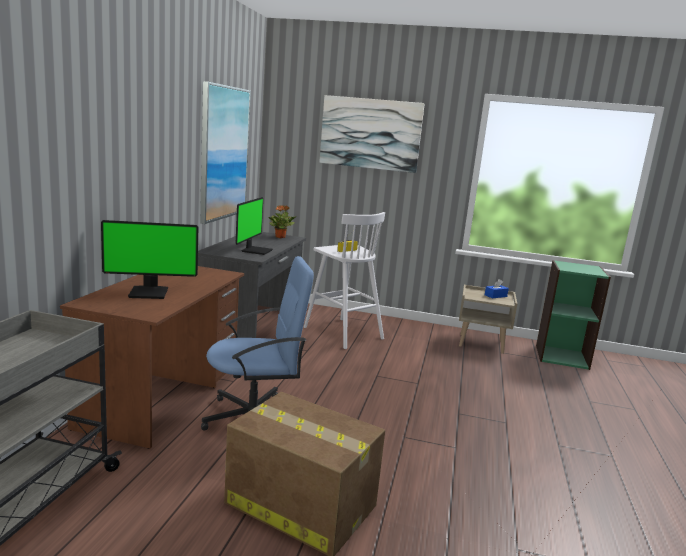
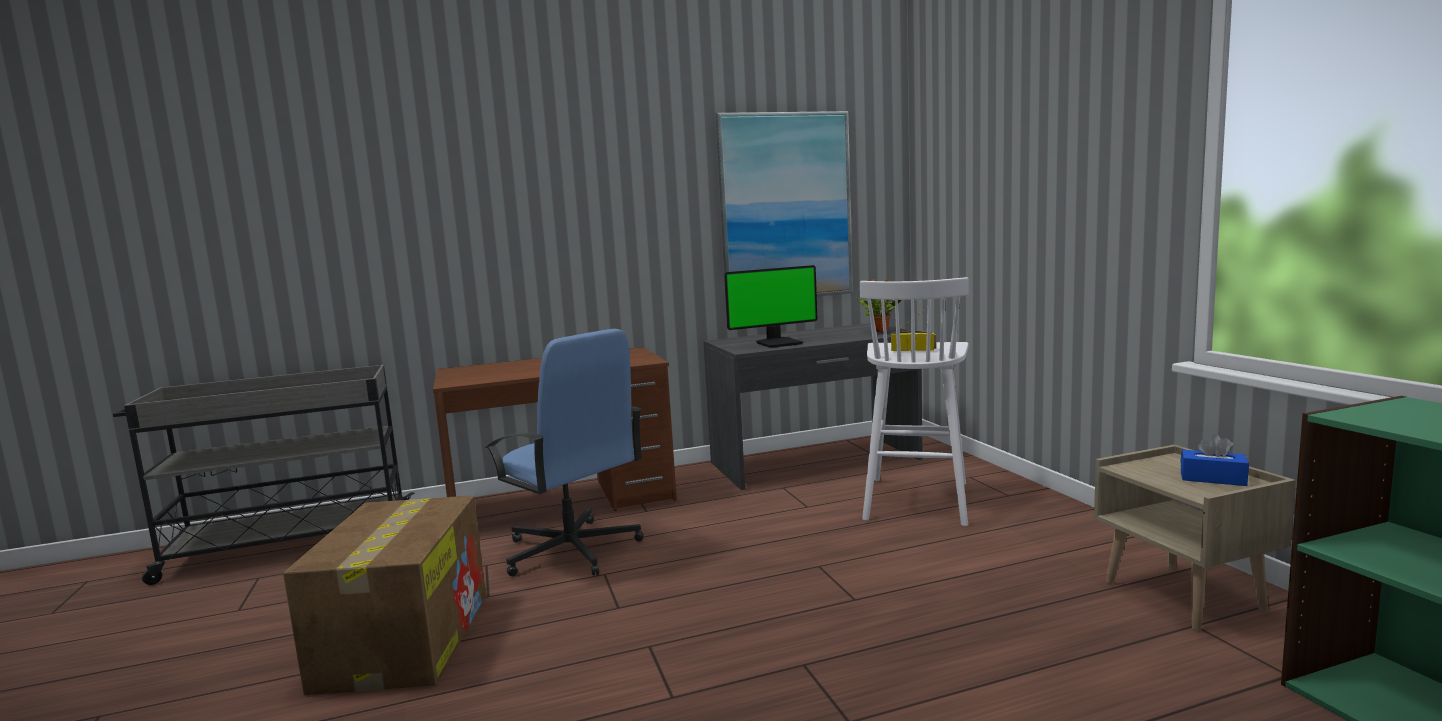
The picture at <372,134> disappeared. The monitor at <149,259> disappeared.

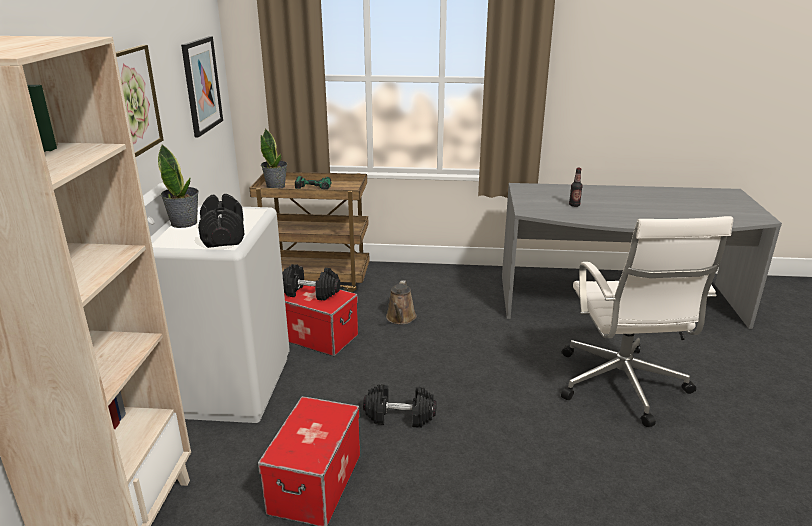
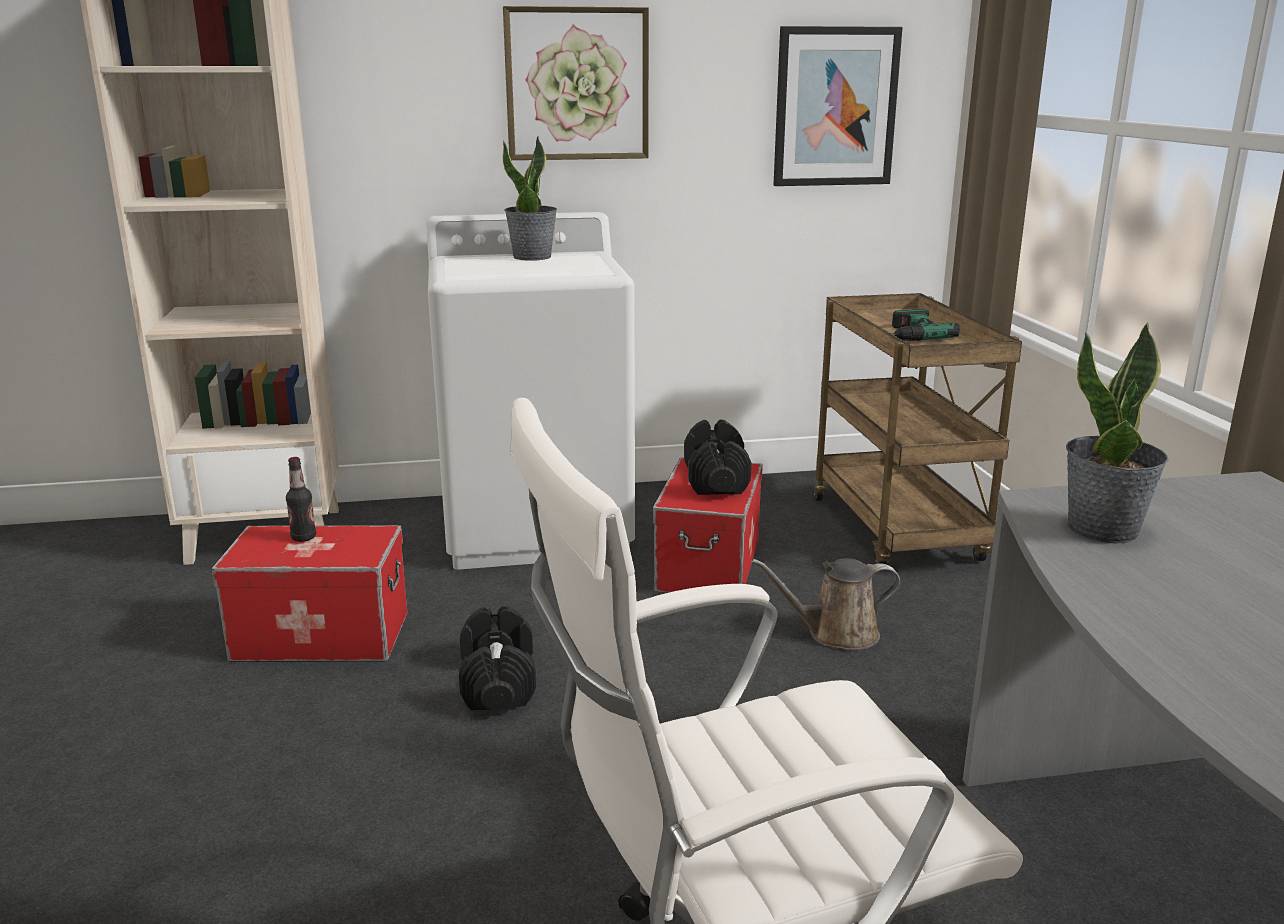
The potted plant moved from <273,158> to <1117,433>. The bottle moved from <576,187> to <301,499>. The black dumbbell at <221,221> disappeared.

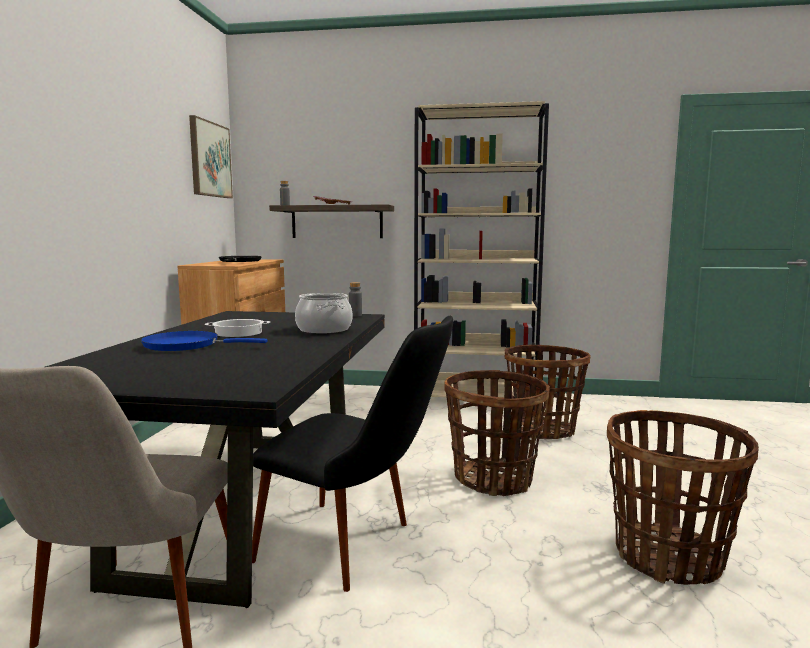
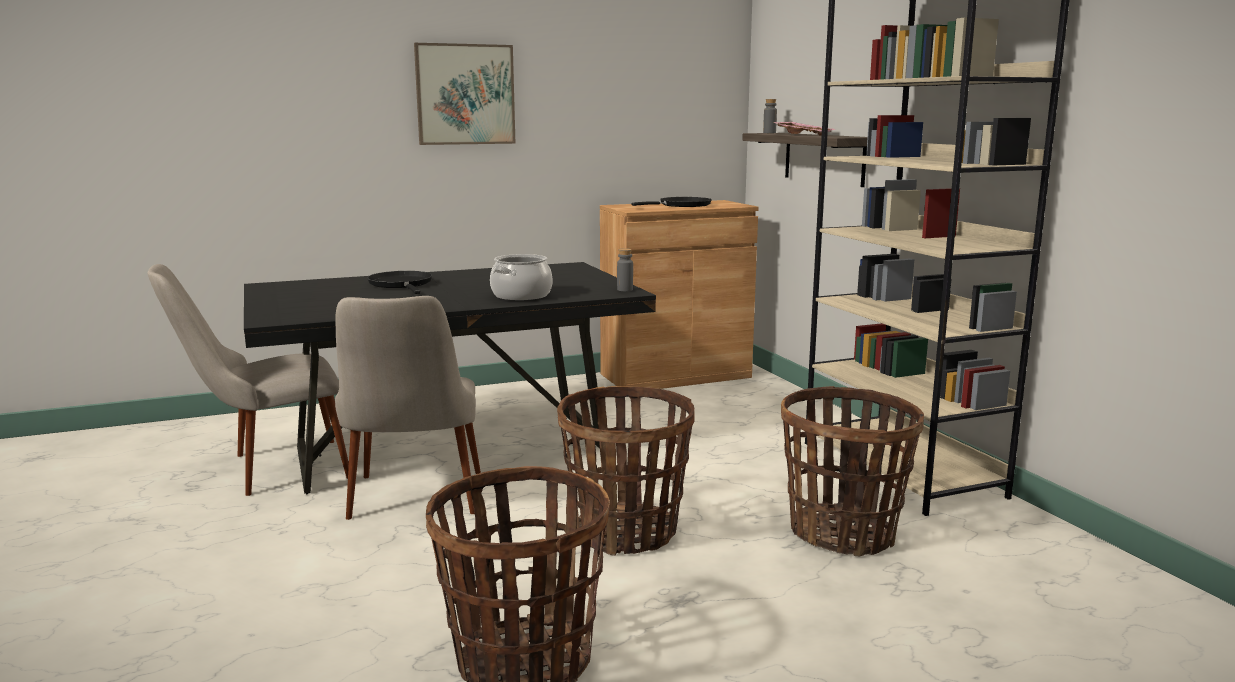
The picture moved from <211,156> to <465,94>. The black chair at <352,454> became the beige chair at <408,408>. The cooking pot at <237,328> disappeared. The blue frying pan at <204,341> became the black frying pan at <399,282>.

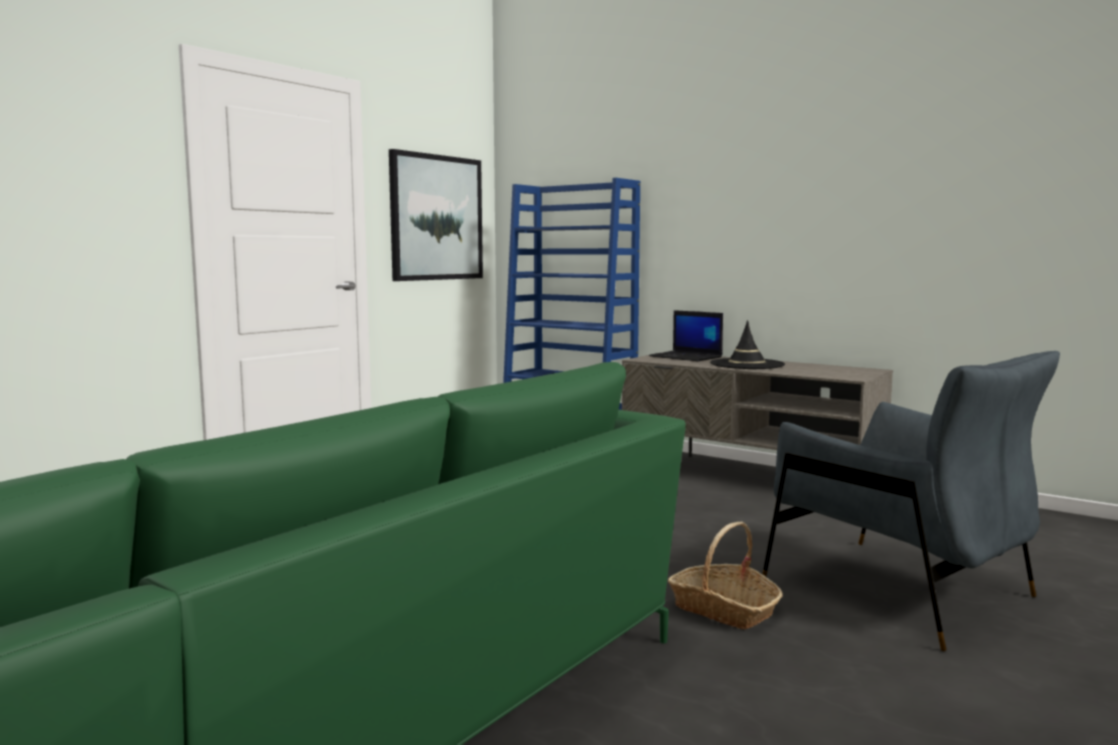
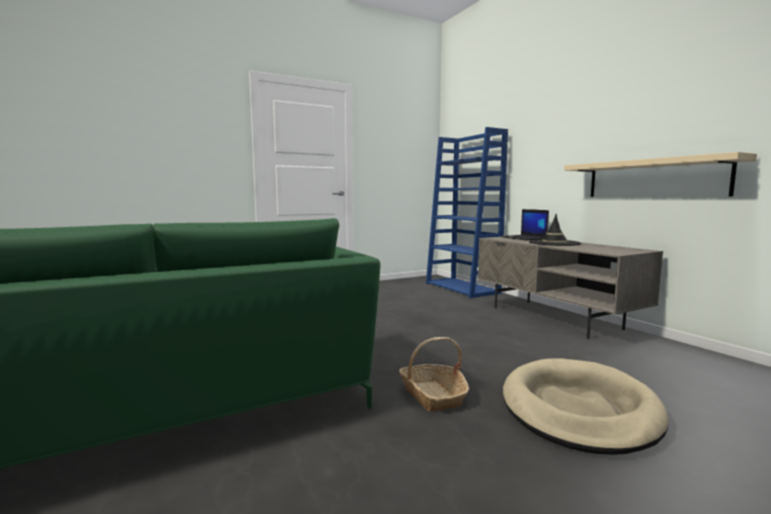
The picture at <436,215> disappeared. The grey armchair at <911,501> was replaced by the beige dog bed at <586,406>. The beige shelf at <660,174> appeared.

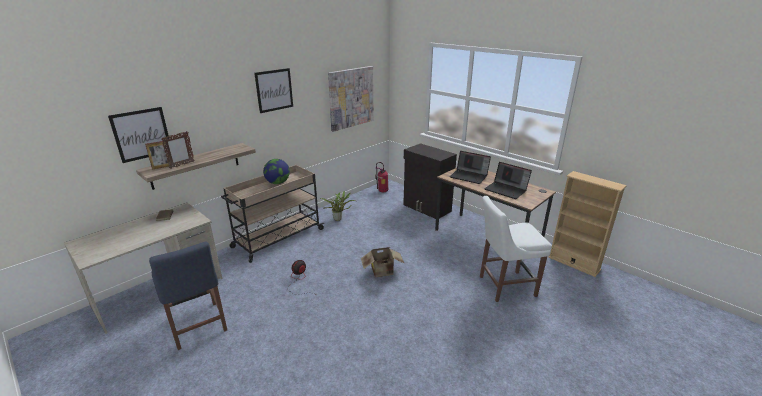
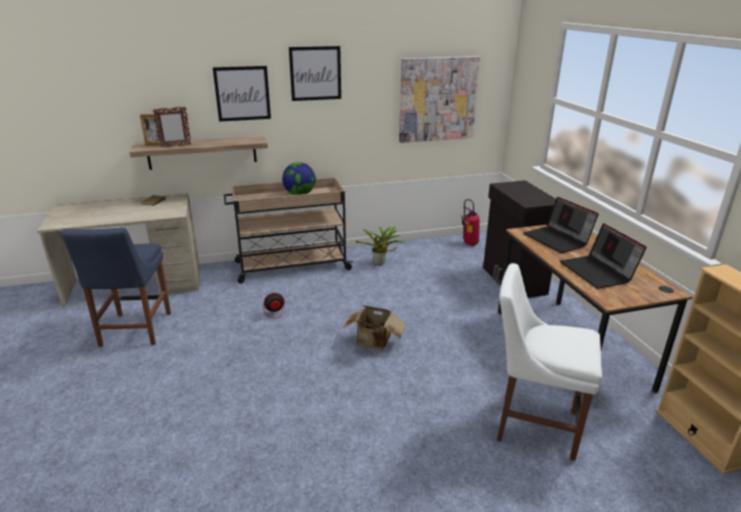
The picture moved from <138,135> to <242,94>.

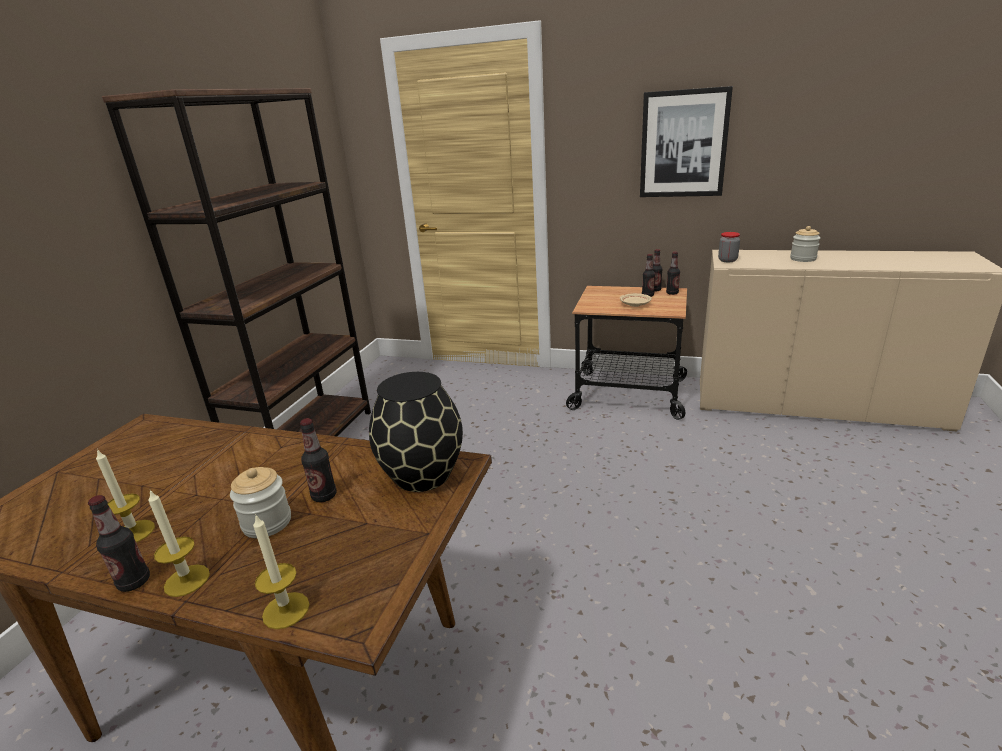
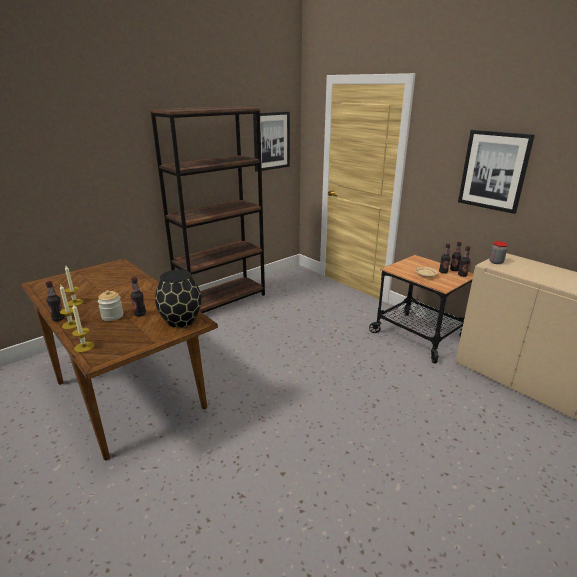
The jar at <805,244> disappeared. The picture at <271,142> appeared.

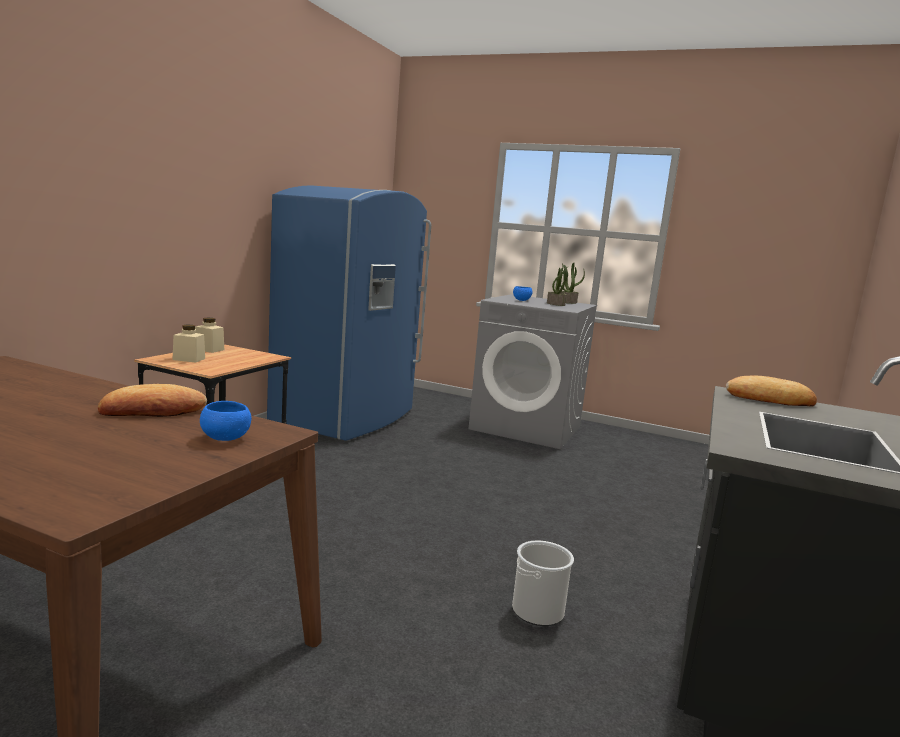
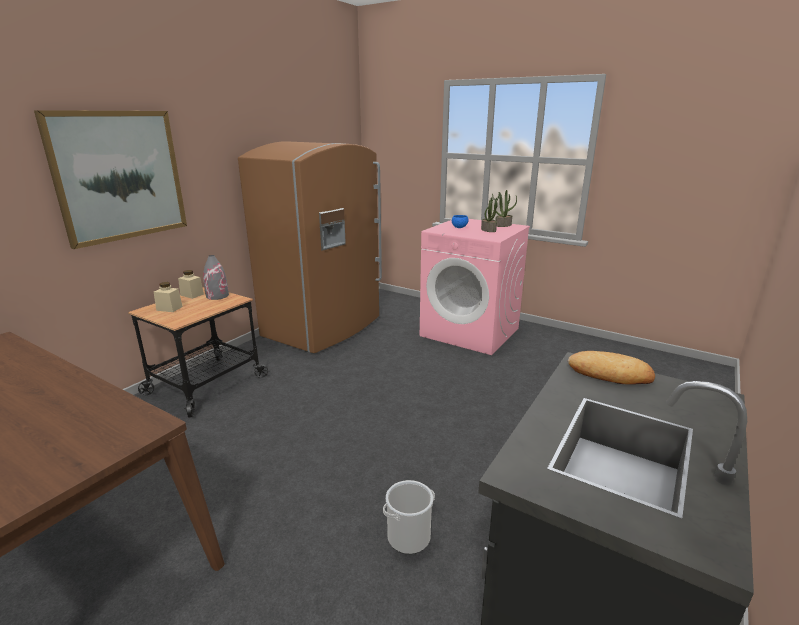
The blue fridge at <349,313> became the brown fridge at <310,247>. The grey washing machine at <533,371> became the pink washing machine at <475,287>. The bread at <152,400> disappeared. The blue bowl at <225,421> disappeared. The picture at <110,179> appeared. The grey vase at <216,277> appeared.

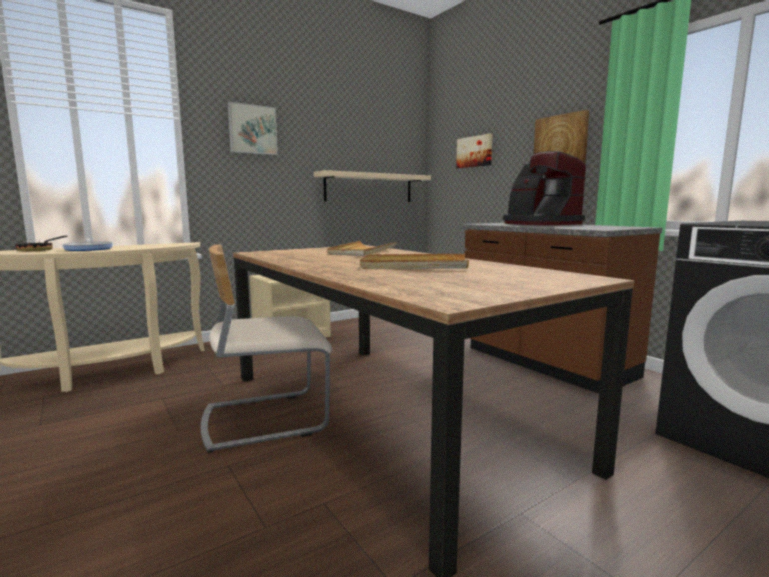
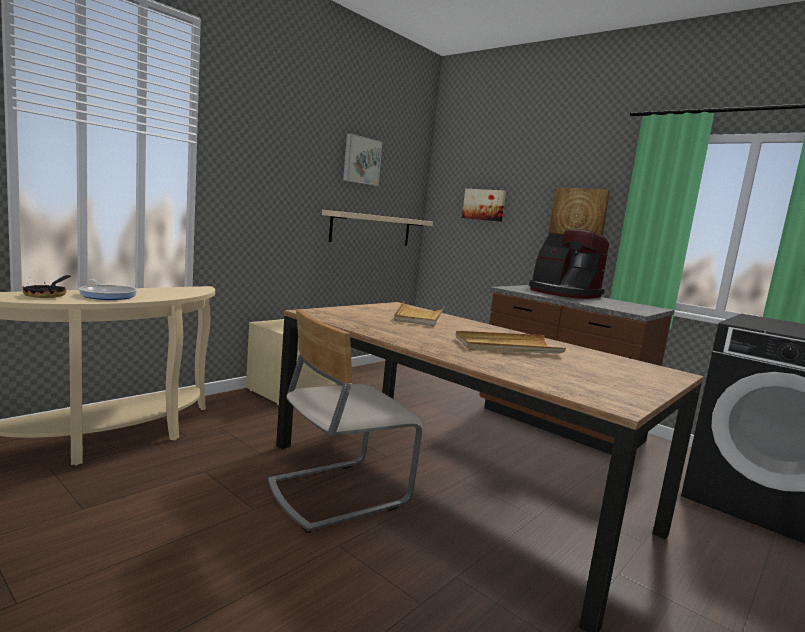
The picture moved from <253,128> to <362,159>.

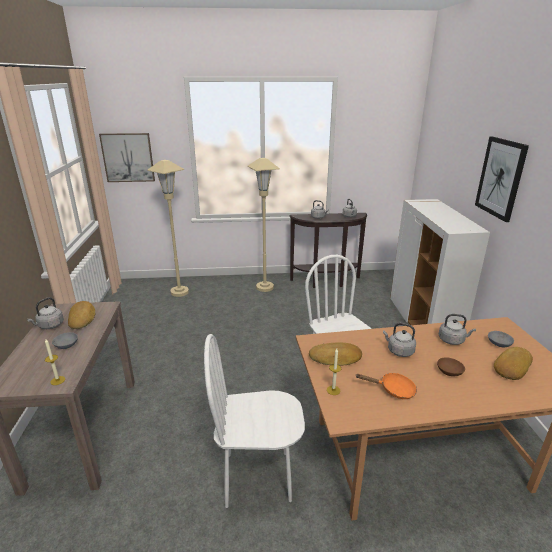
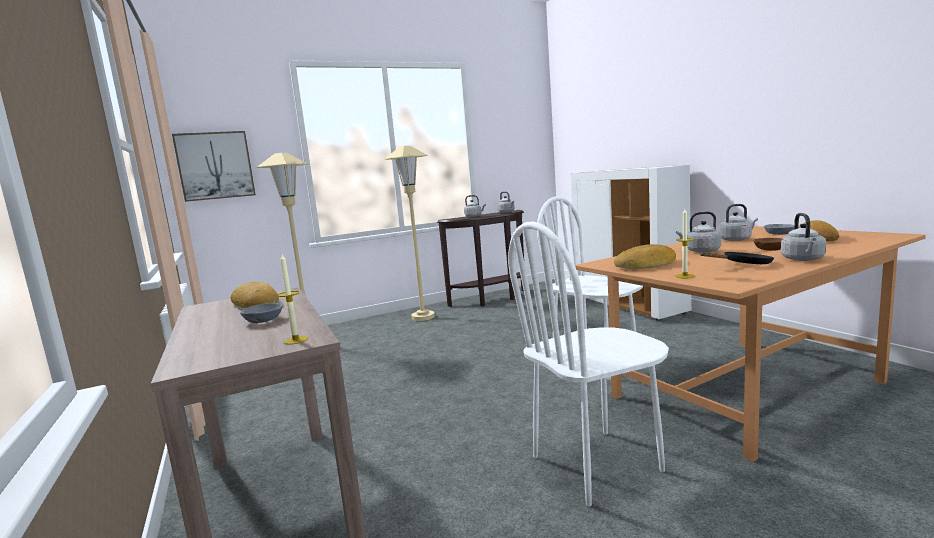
The picture at <502,179> disappeared. The grey kettle moved from <45,313> to <803,237>. The orange frying pan at <386,386> became the black frying pan at <737,258>.

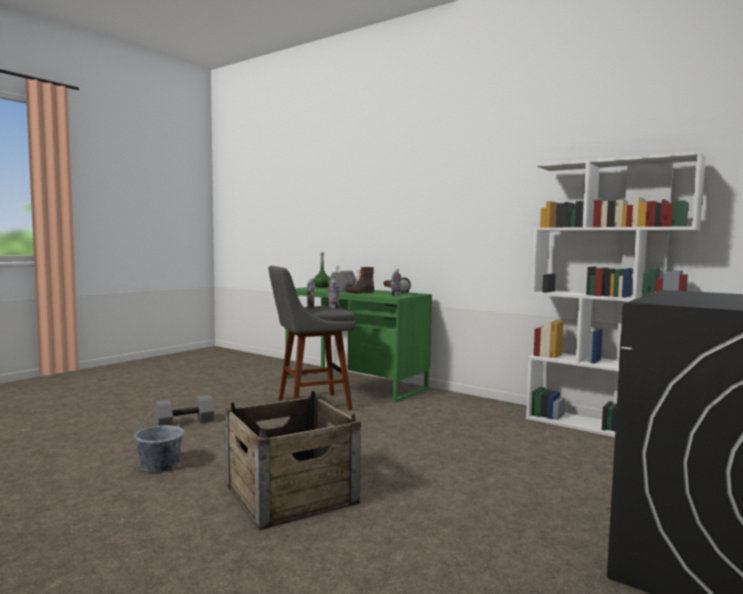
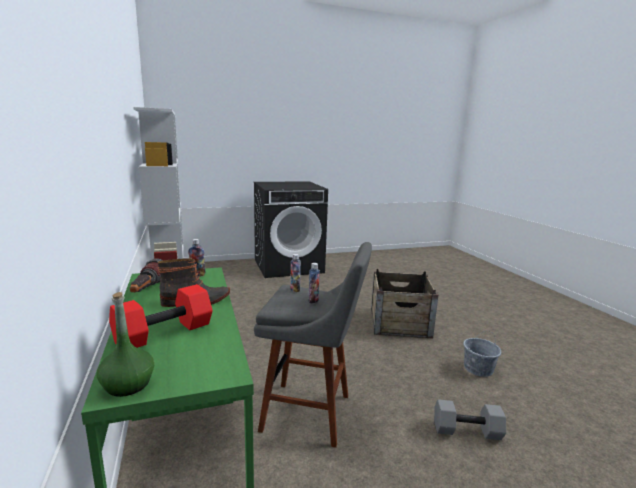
The grey dumbbell at <342,281> became the red dumbbell at <161,316>.

